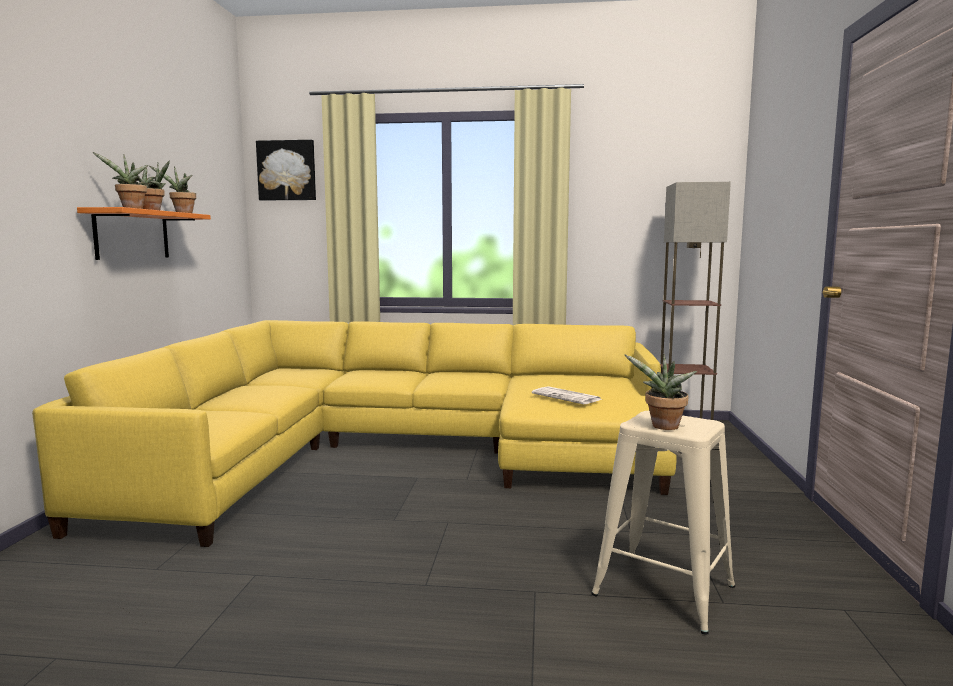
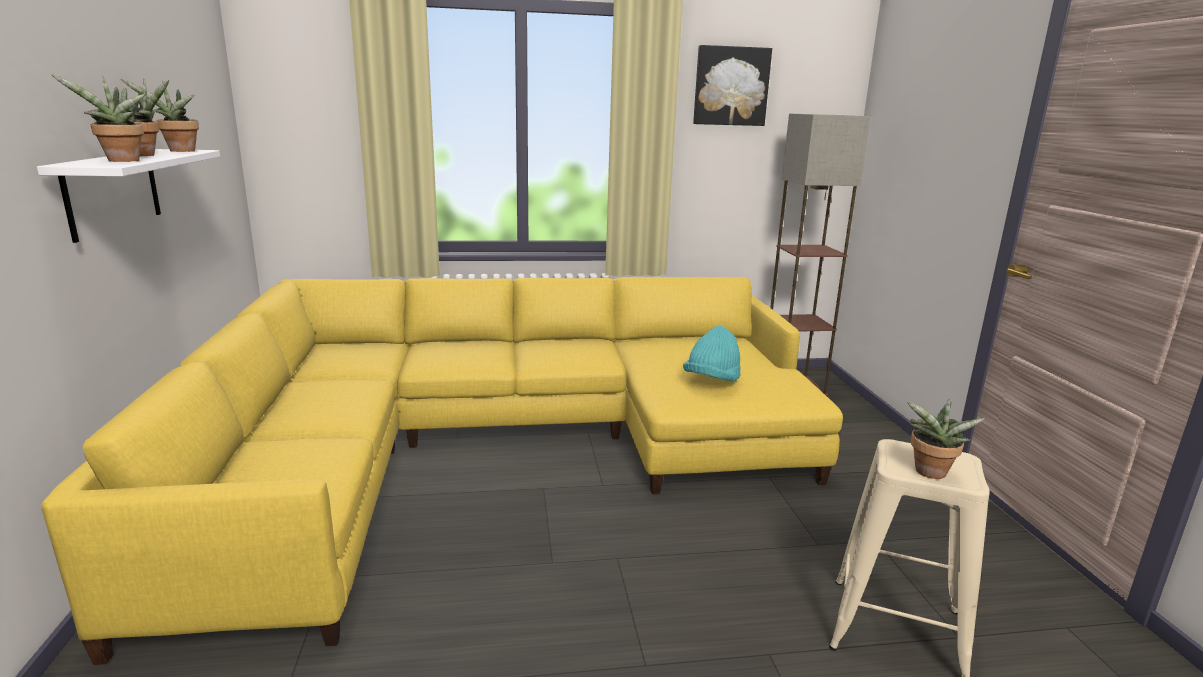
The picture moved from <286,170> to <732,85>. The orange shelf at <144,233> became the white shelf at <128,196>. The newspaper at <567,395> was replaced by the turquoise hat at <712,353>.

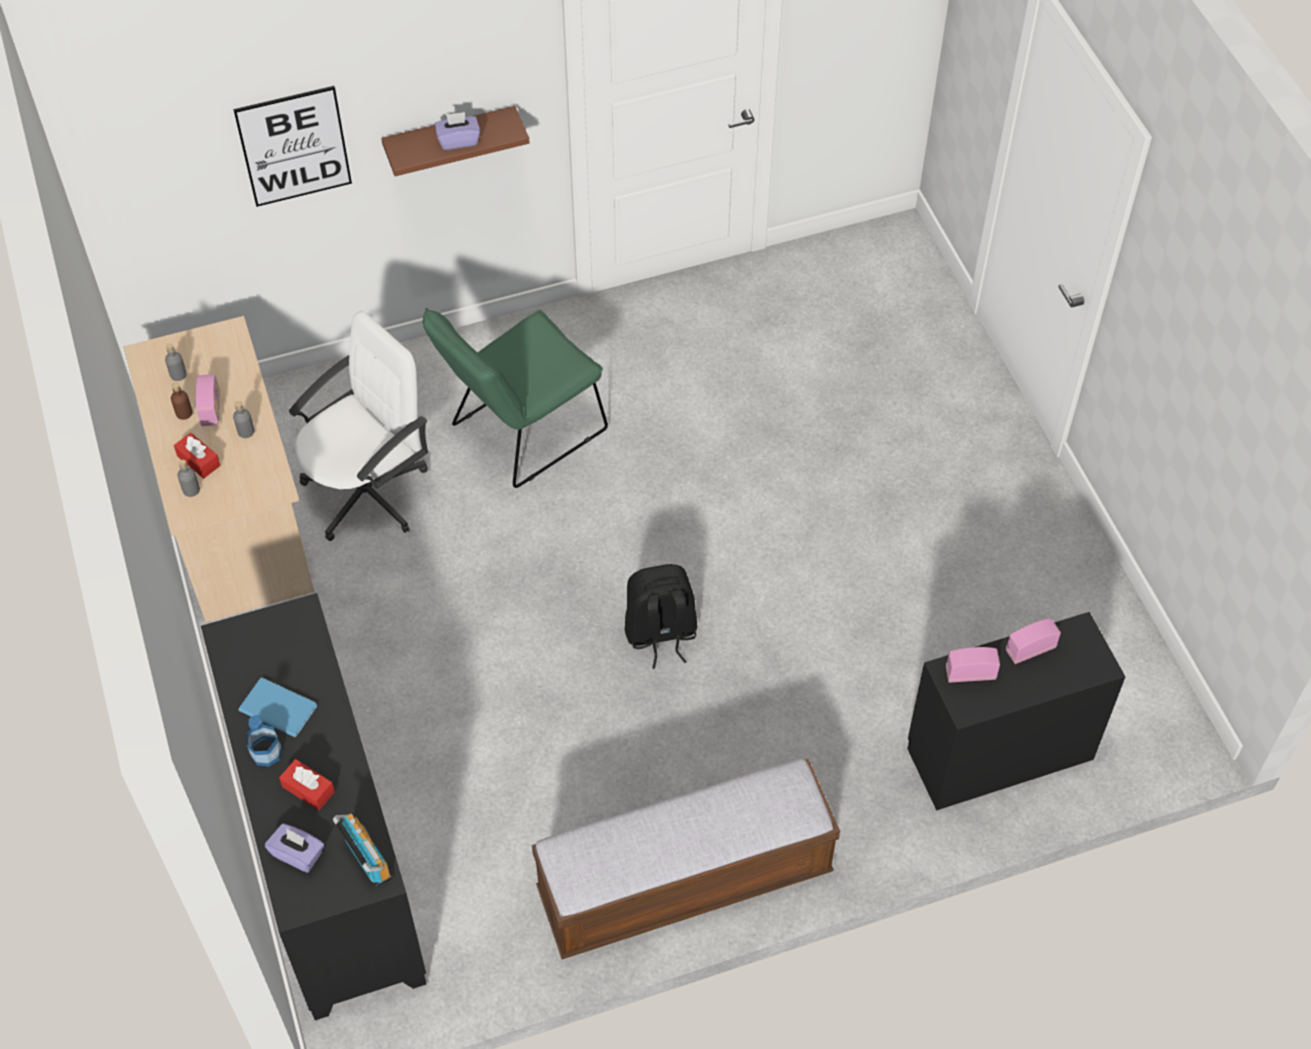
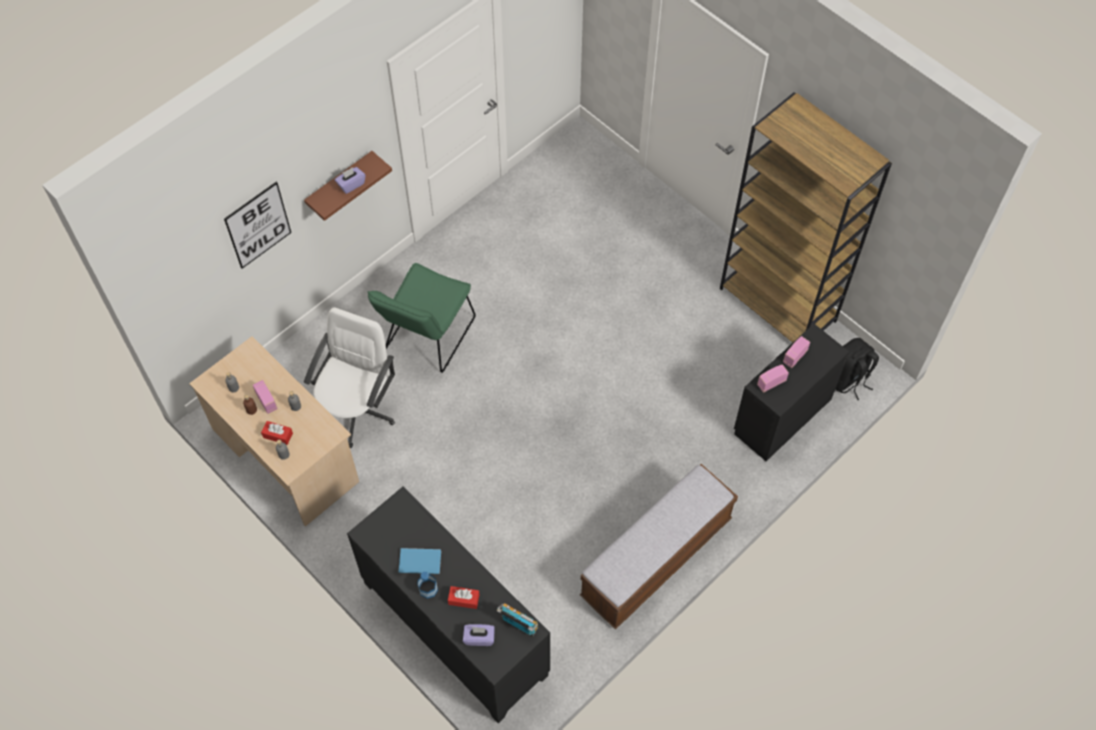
The black backpack moved from <661,616> to <857,369>. The brown bookcase at <806,217> appeared.

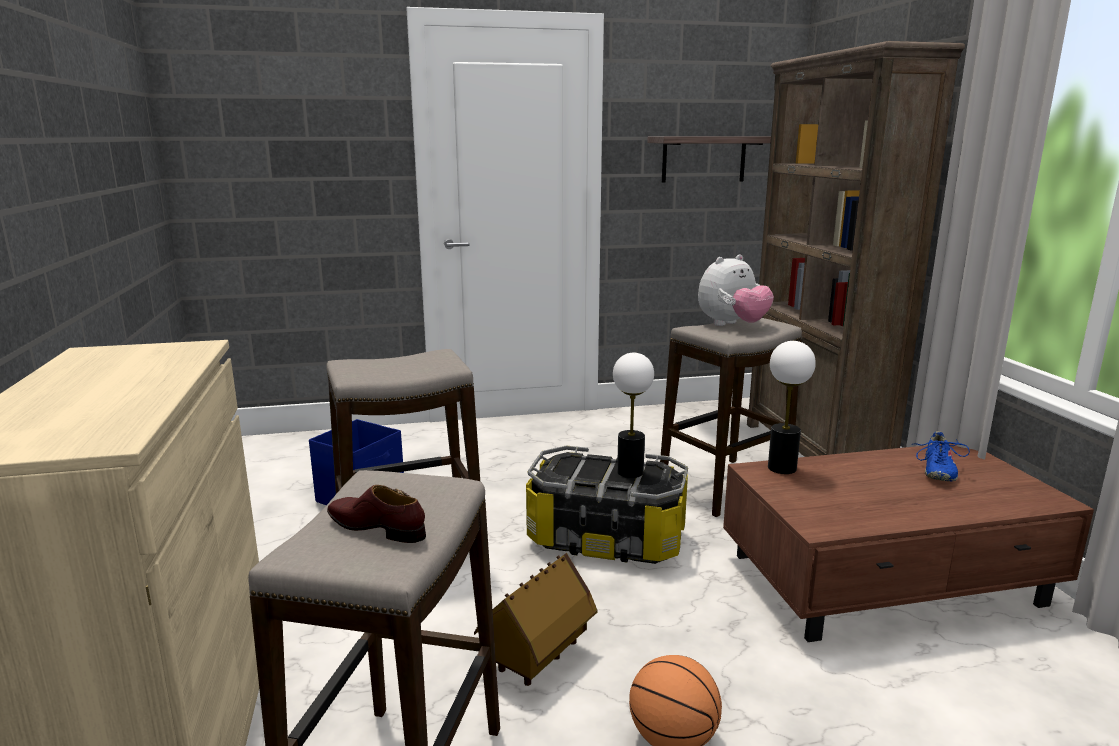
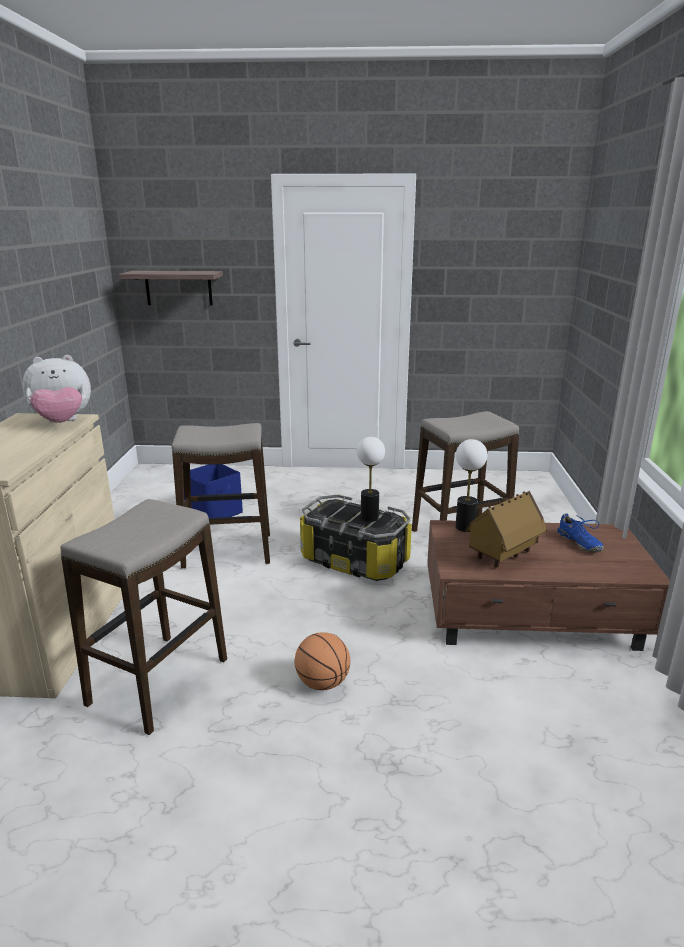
The brown bookcase at <856,249> disappeared. The shelf moved from <709,159> to <171,288>. The plush toy moved from <736,290> to <57,389>. The blue shoe at <940,456> turned 60 degrees counterclockwise. The brown shoe at <376,514> disappeared. The toy house moved from <535,619> to <505,529>.

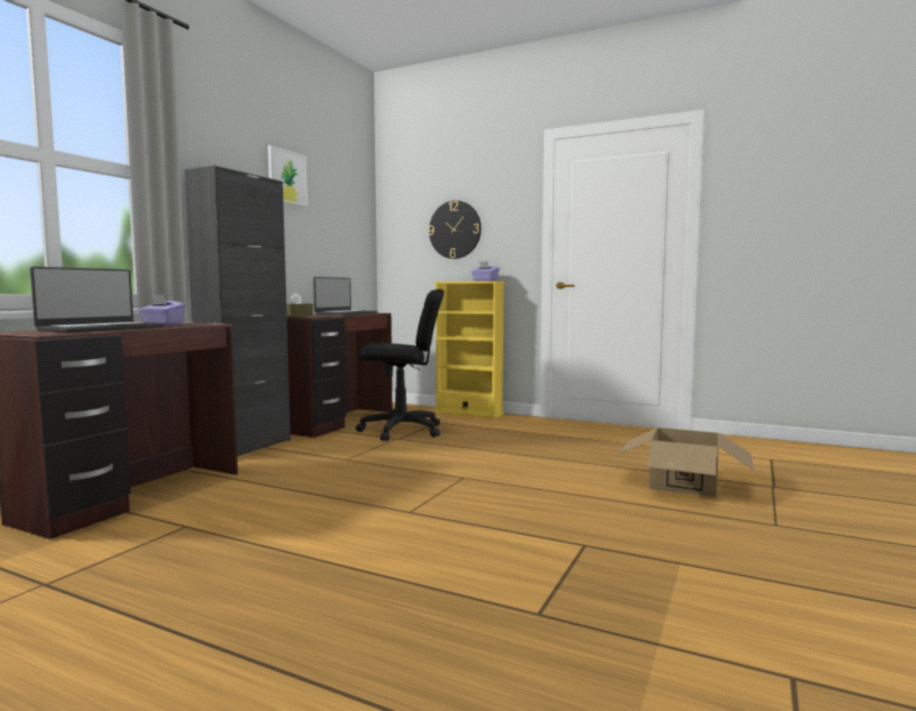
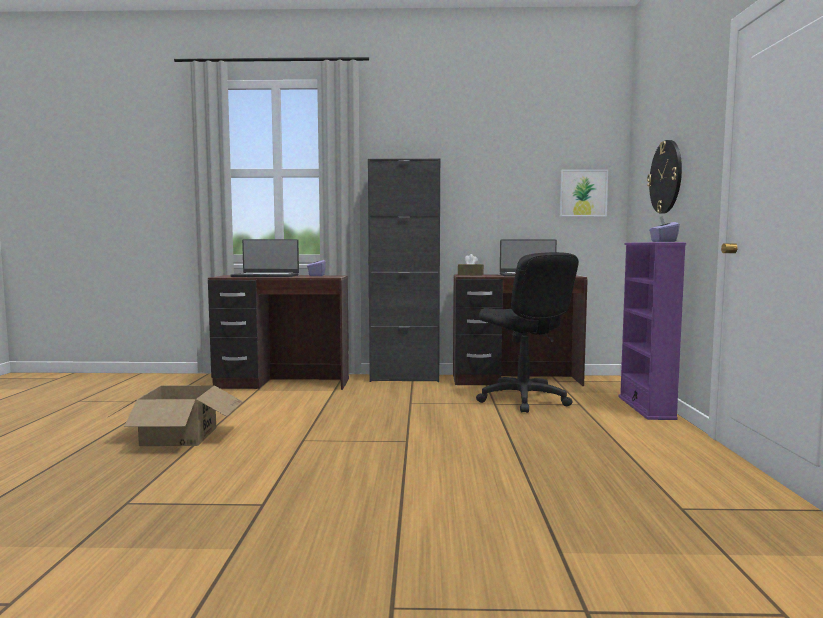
The picture moved from <288,176> to <584,193>. The yellow bookcase at <469,350> became the purple bookcase at <652,331>. The cardboard box moved from <686,462> to <175,415>.

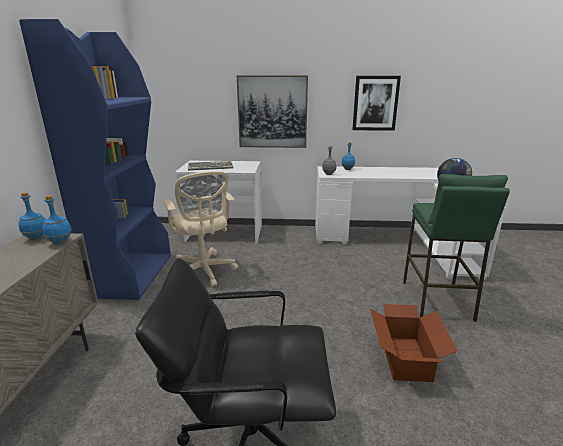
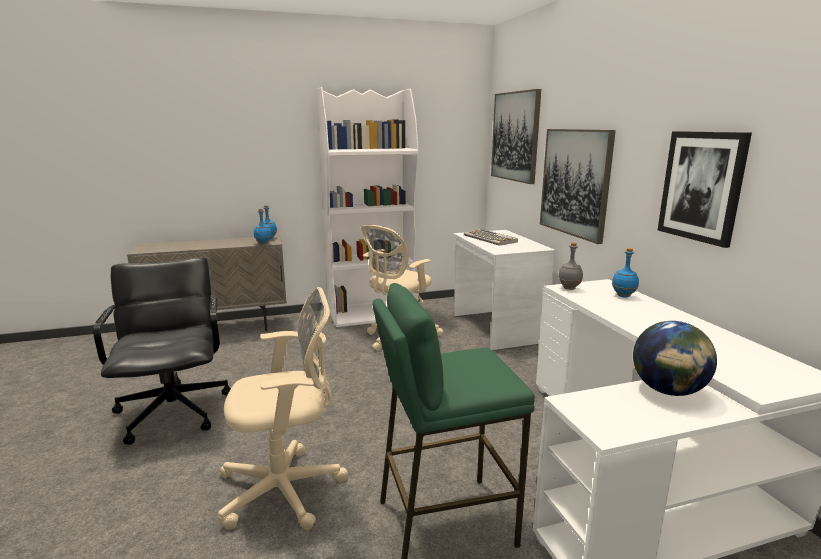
The blue bookcase at <95,159> became the white bookcase at <368,207>. The cardboard box at <414,343> was replaced by the beige office chair at <283,408>. The picture at <516,136> appeared.

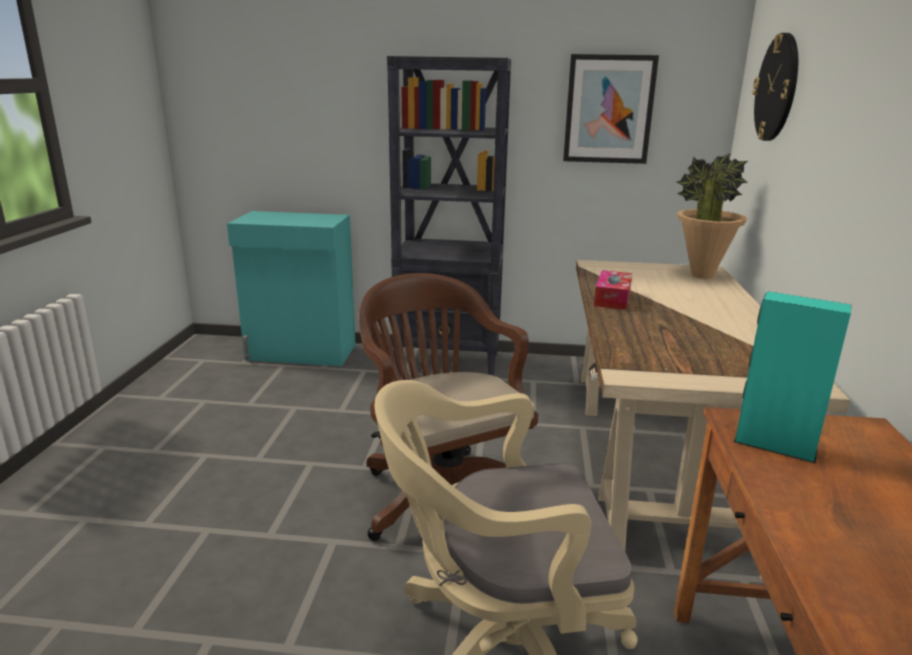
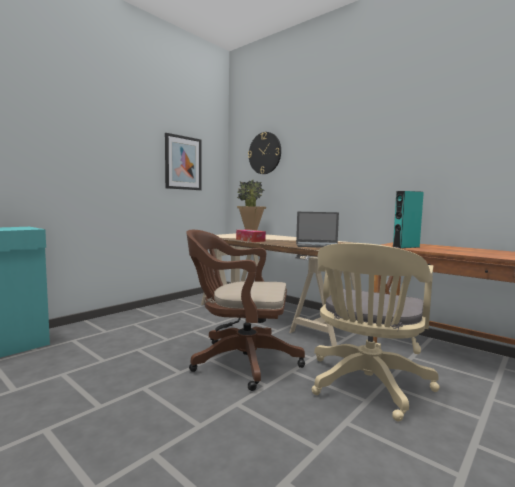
The black bookcase at <449,216> disappeared. The laptop at <317,230> appeared.

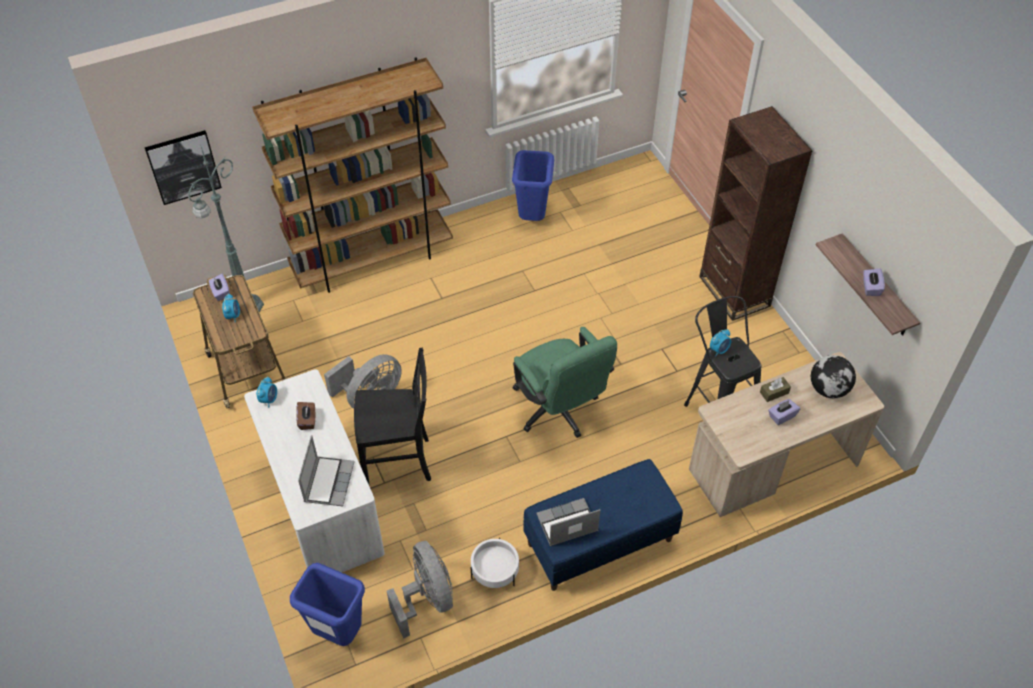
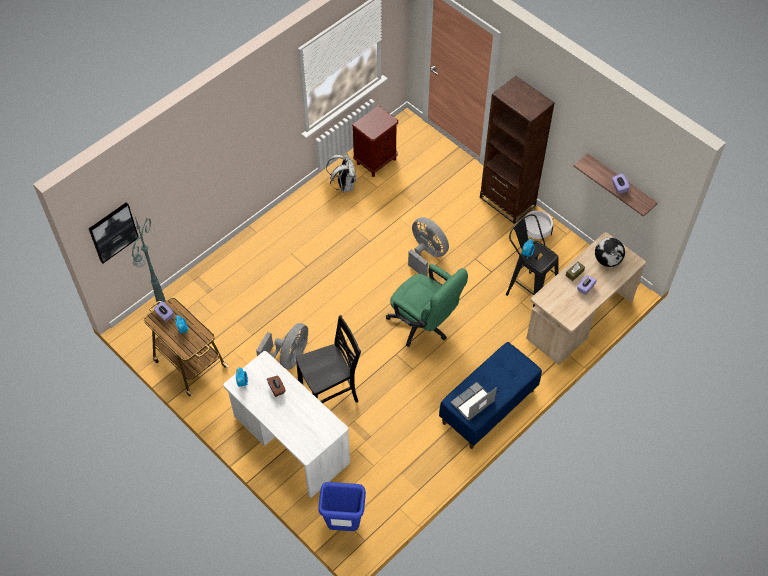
The brown bookcase at <352,175> disappeared. The blue trash can at <533,185> was replaced by the white backpack at <341,172>. The laptop at <326,470> disappeared. The white planter moved from <494,563> to <539,224>. The grey fan moved from <420,590> to <428,246>. The brown nightstand at <375,141> appeared.

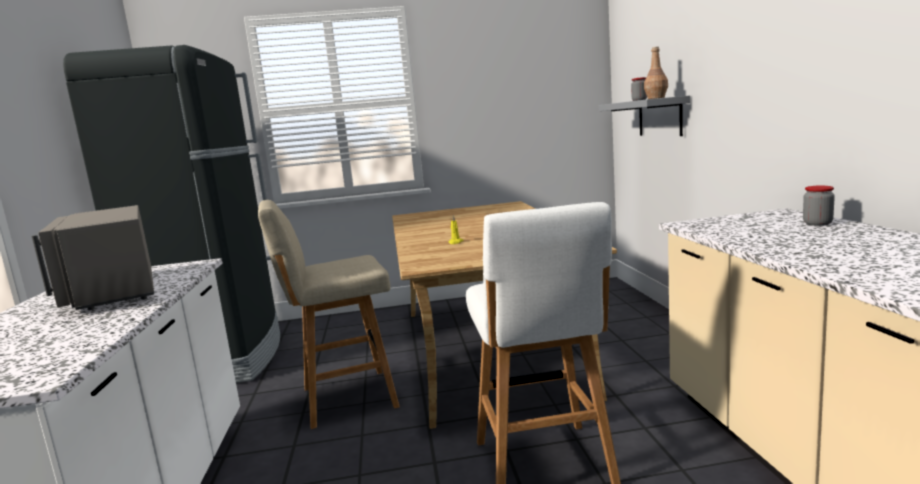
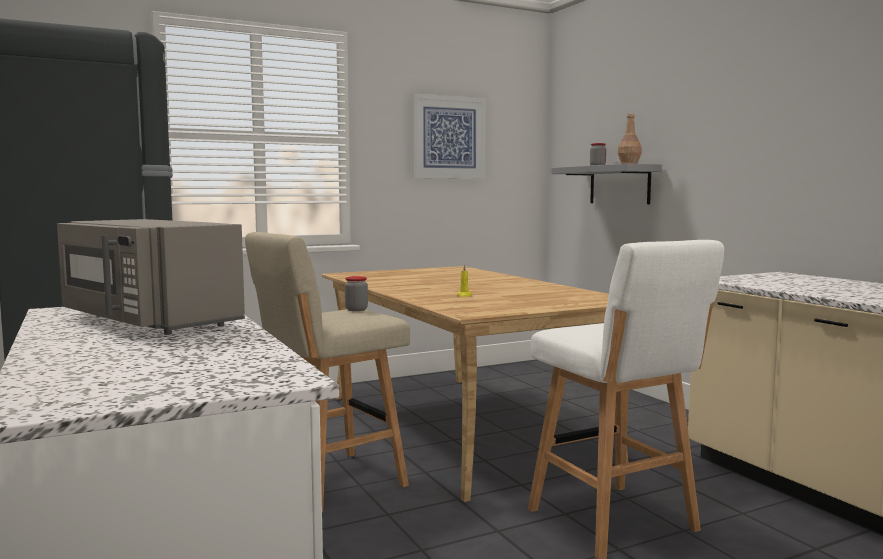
The jar moved from <819,205> to <356,293>. The picture at <449,136> appeared.

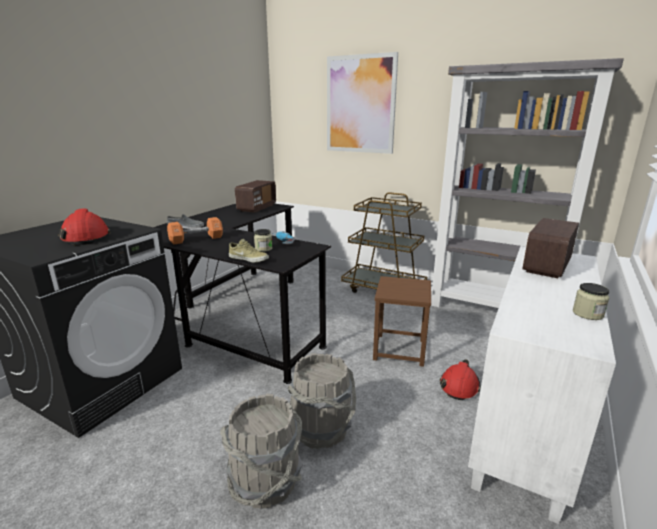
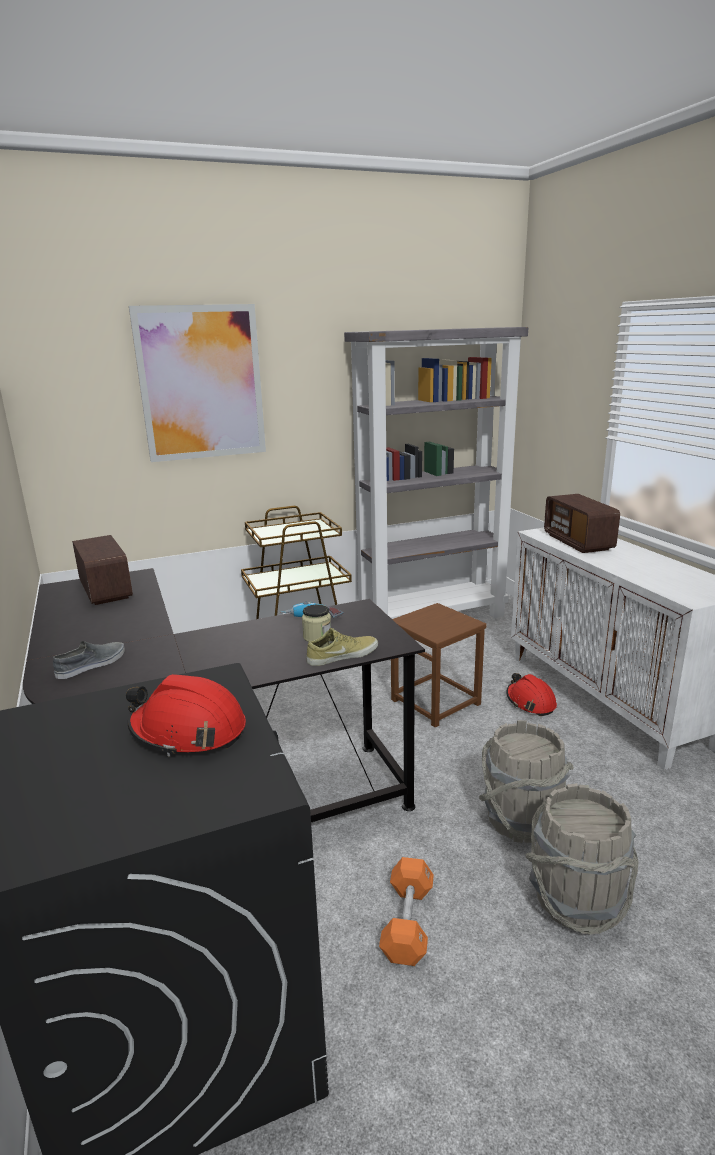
The orange dumbbell moved from <195,231> to <406,911>. The jar at <591,301> disappeared.

